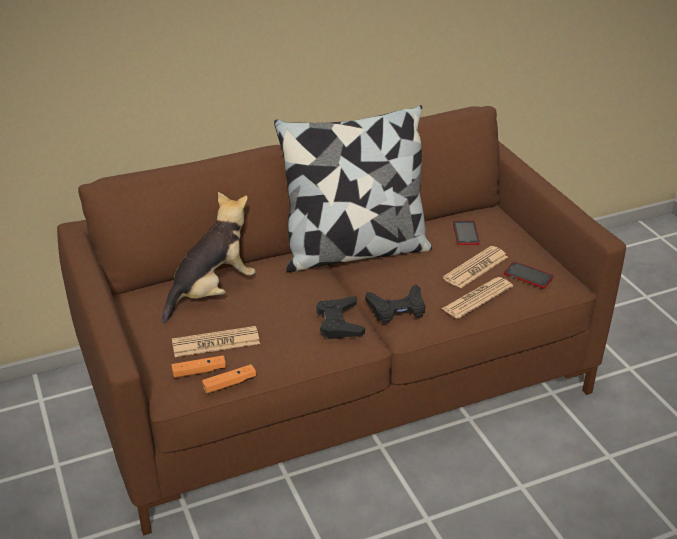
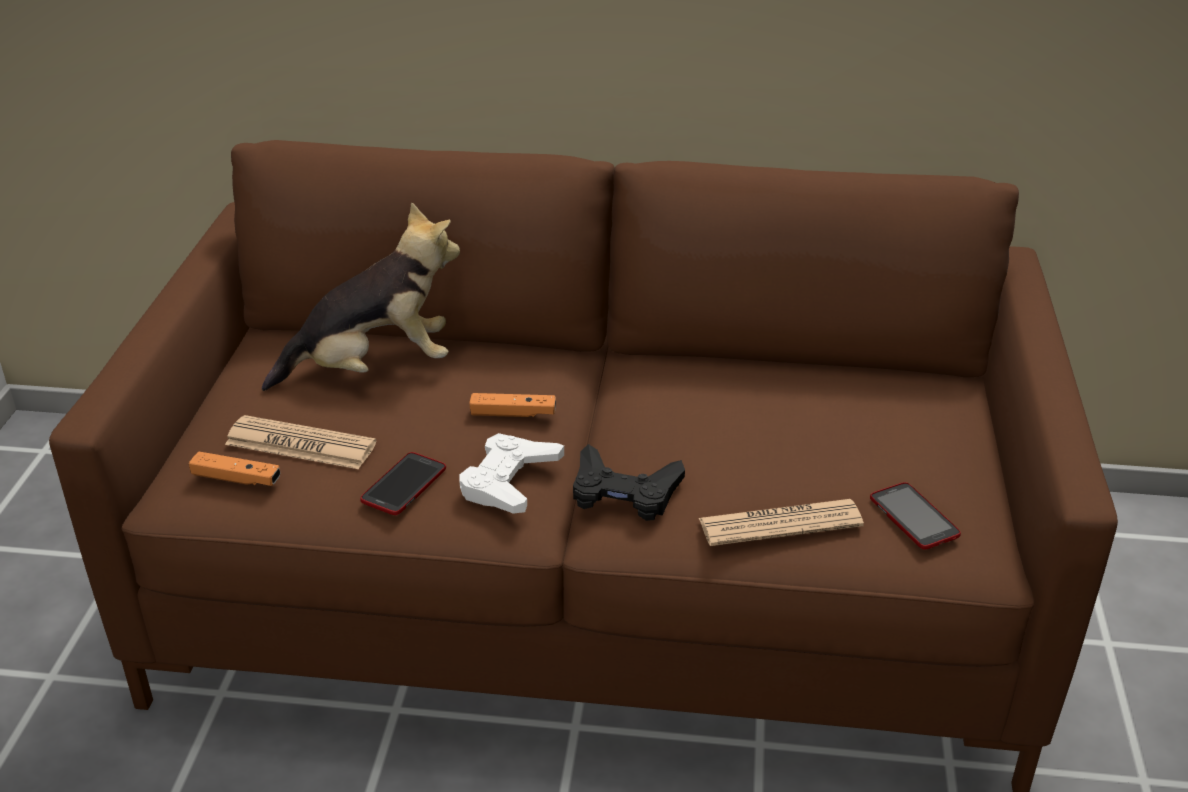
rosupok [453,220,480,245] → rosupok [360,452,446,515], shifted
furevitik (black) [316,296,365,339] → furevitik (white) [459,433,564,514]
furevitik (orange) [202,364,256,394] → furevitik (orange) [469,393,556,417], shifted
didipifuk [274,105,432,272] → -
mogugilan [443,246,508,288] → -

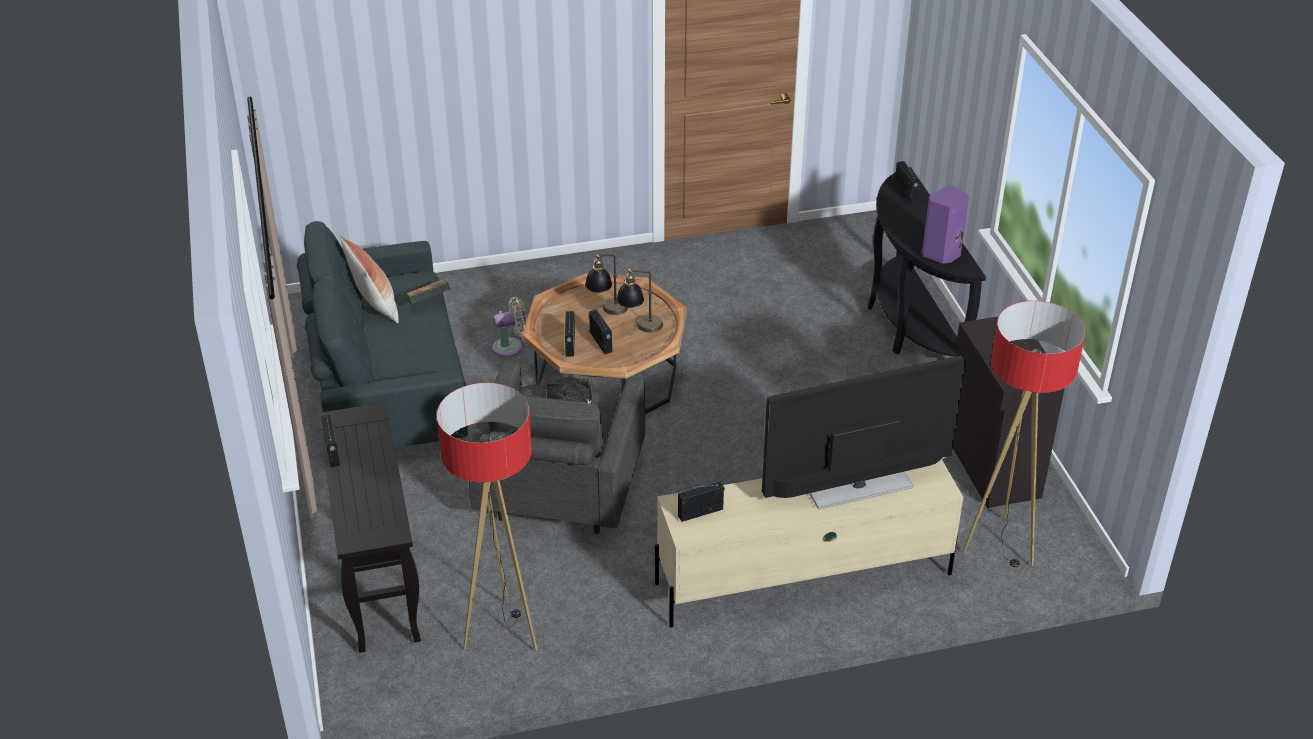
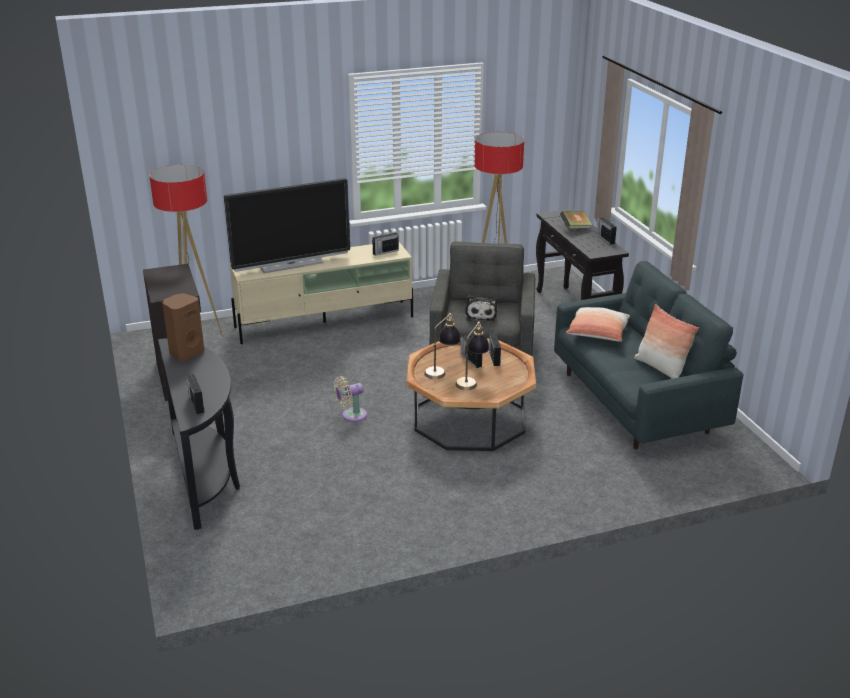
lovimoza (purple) [922,185,969,264] → lovimoza (brown) [162,293,204,361]
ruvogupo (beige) [492,297,528,357] → ruvogupo (beige) [334,376,367,422], shifted
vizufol [406,279,450,304] → vizufol [560,211,592,229], shifted
- → didipifuk [566,307,630,342]

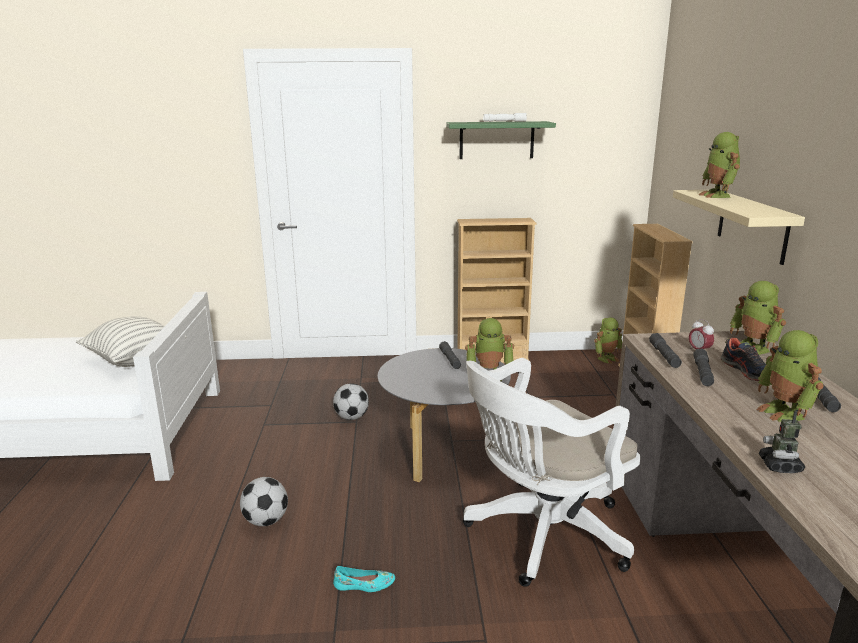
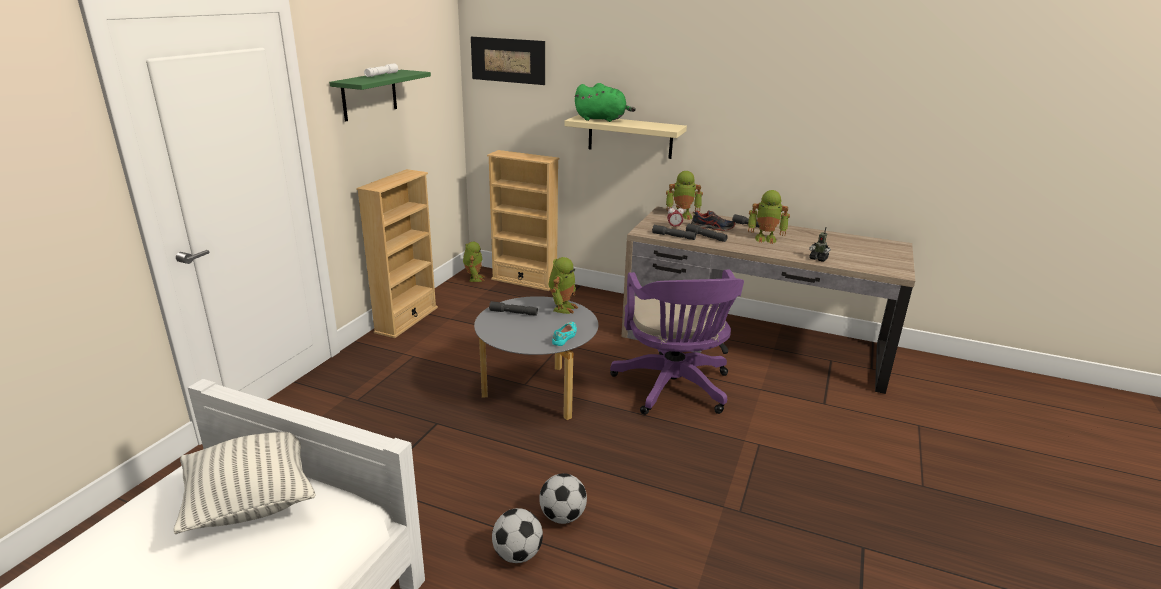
- → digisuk [471,37,545,85]
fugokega [333,383,369,420] → fugokega [492,508,543,563], shifted
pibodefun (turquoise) [333,566,395,592] → pibodefun (turquoise) [552,322,577,346], shifted
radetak [699,132,740,198] → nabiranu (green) [574,83,636,122]
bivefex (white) [463,358,640,587] → bivefex (purple) [610,270,744,415]

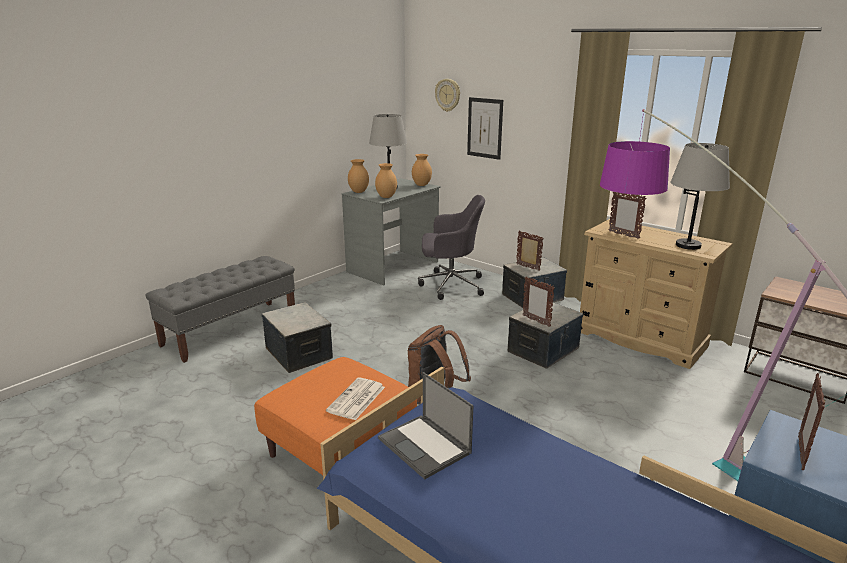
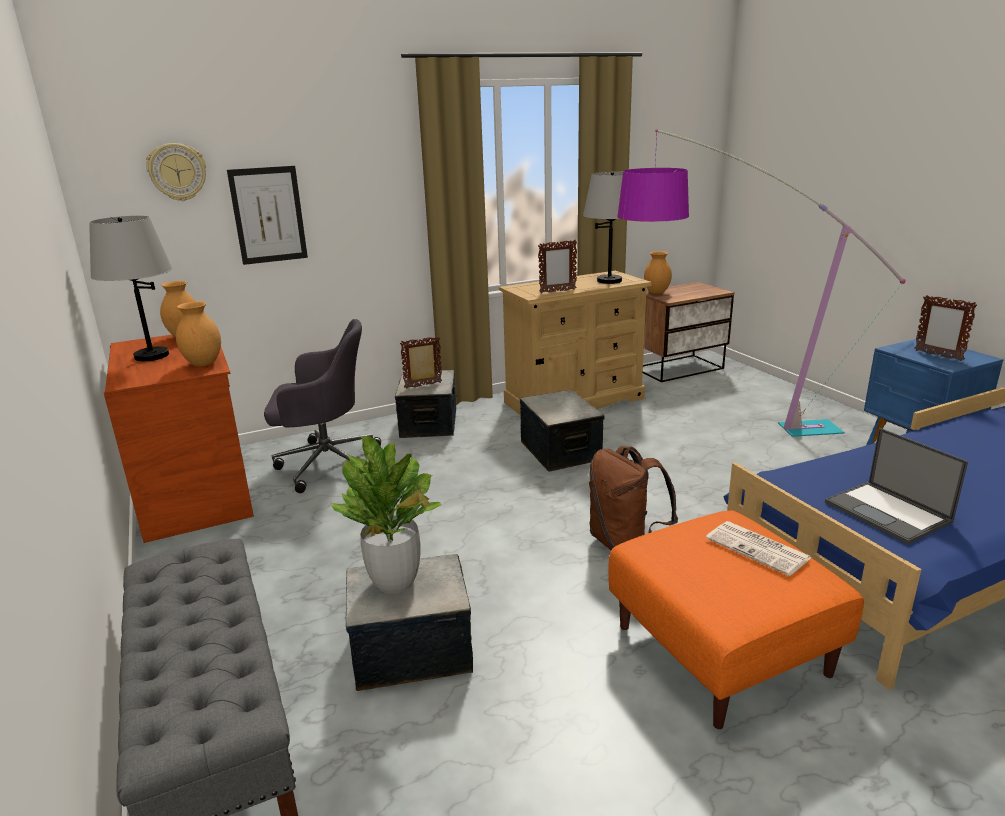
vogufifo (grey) [341,178,441,285] → vogufifo (brown) [104,335,254,543]
bivefex (grey) [418,195,485,300] → bivefex (grey) [264,319,381,493], 60 degrees clockwise
- → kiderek [331,436,442,594]
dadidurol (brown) [348,159,369,193] → dadidurol (brown) [644,251,672,294], shifted
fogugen [378,372,473,480] → fogugen [825,428,968,544], 75 degrees clockwise
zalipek [523,276,555,327] → -

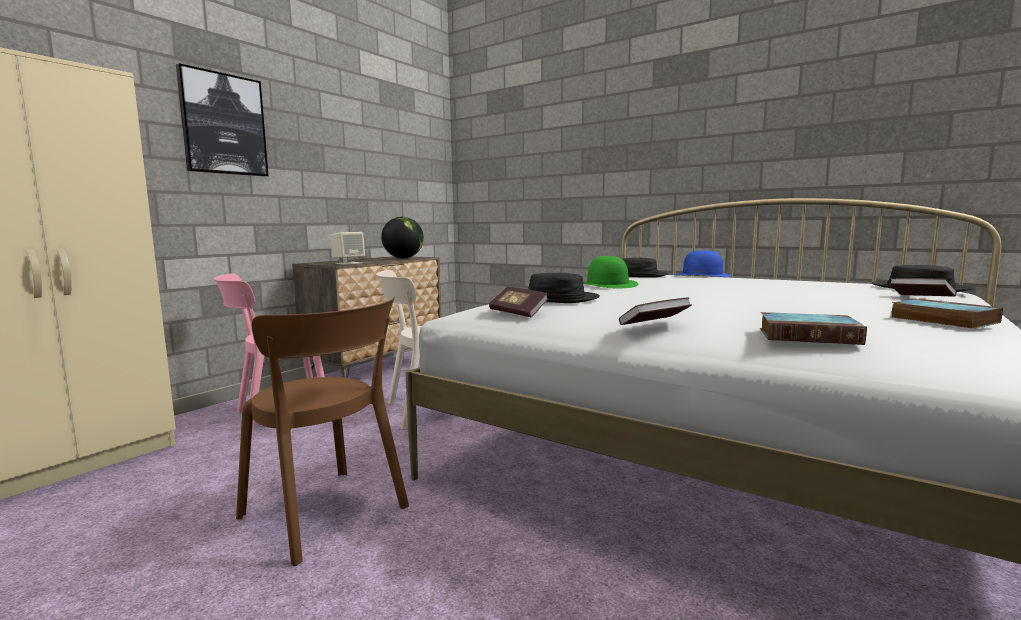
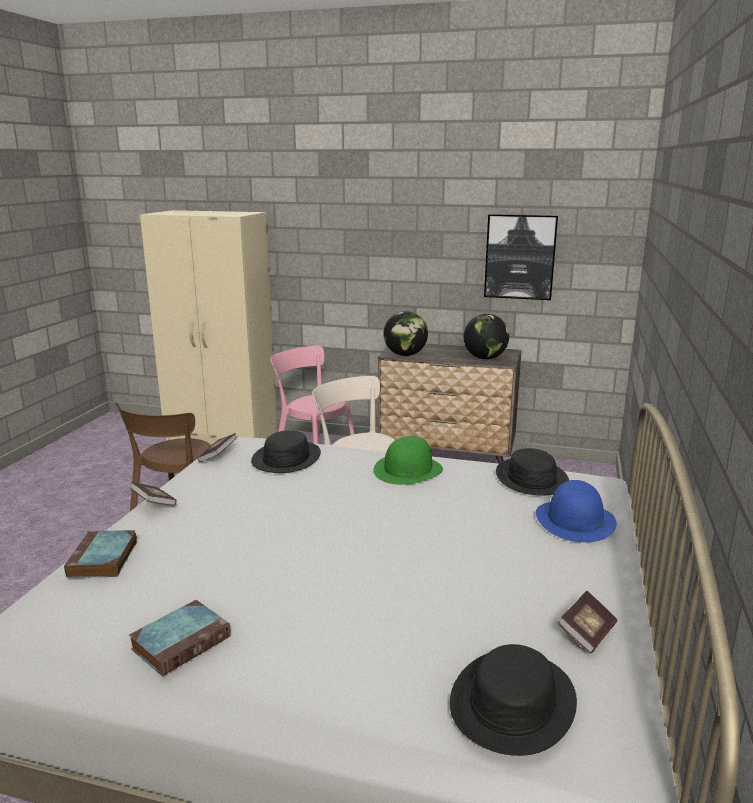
lovimoza (beige) [330,232,365,265] → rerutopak [383,311,428,356]
digisuk [176,63,268,177] → digisuk [484,214,558,300], shifted
vizufol [890,278,957,297] → vizufol [558,590,617,654], shifted

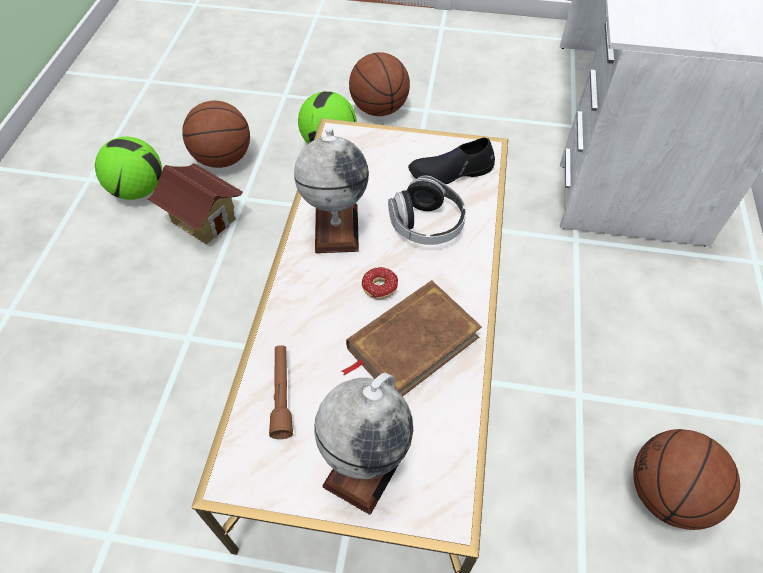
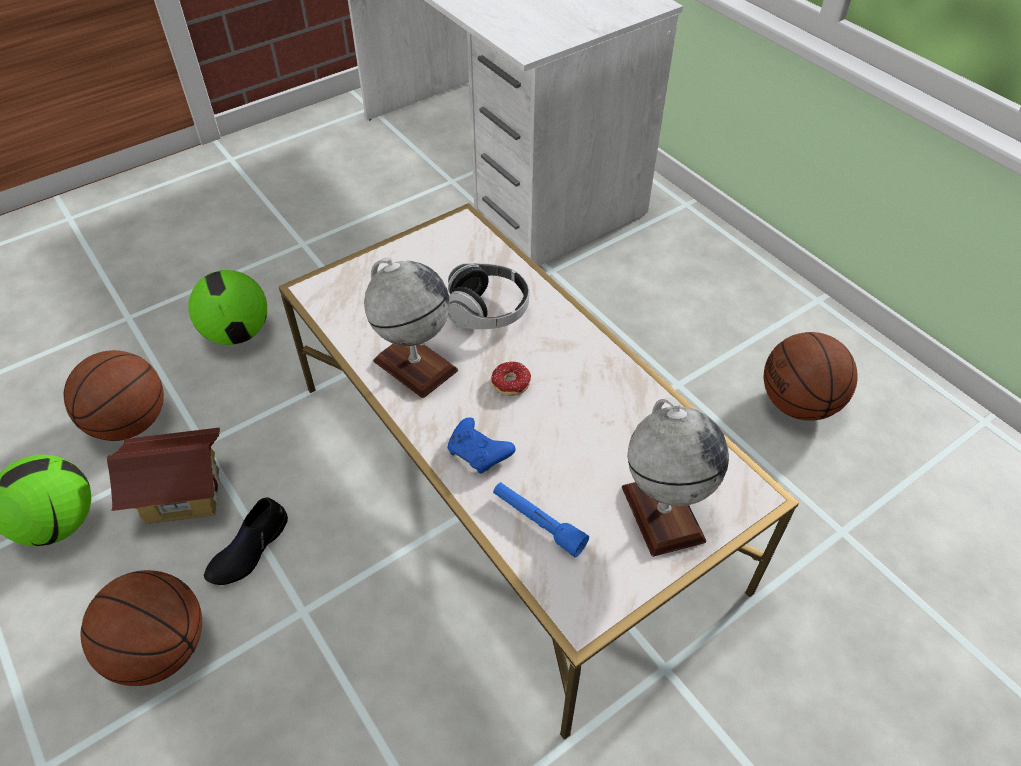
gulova [349,52,410,116] → gulova [81,570,202,686], shifted
pibodefun (black) [408,138,495,184] → pibodefun (black) [204,497,288,585], shifted
- → furevitik (blue) [448,417,516,474]
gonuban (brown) [269,345,293,439] → gonuban (blue) [493,482,589,557]
vizufol (brown) [341,280,482,397] → -

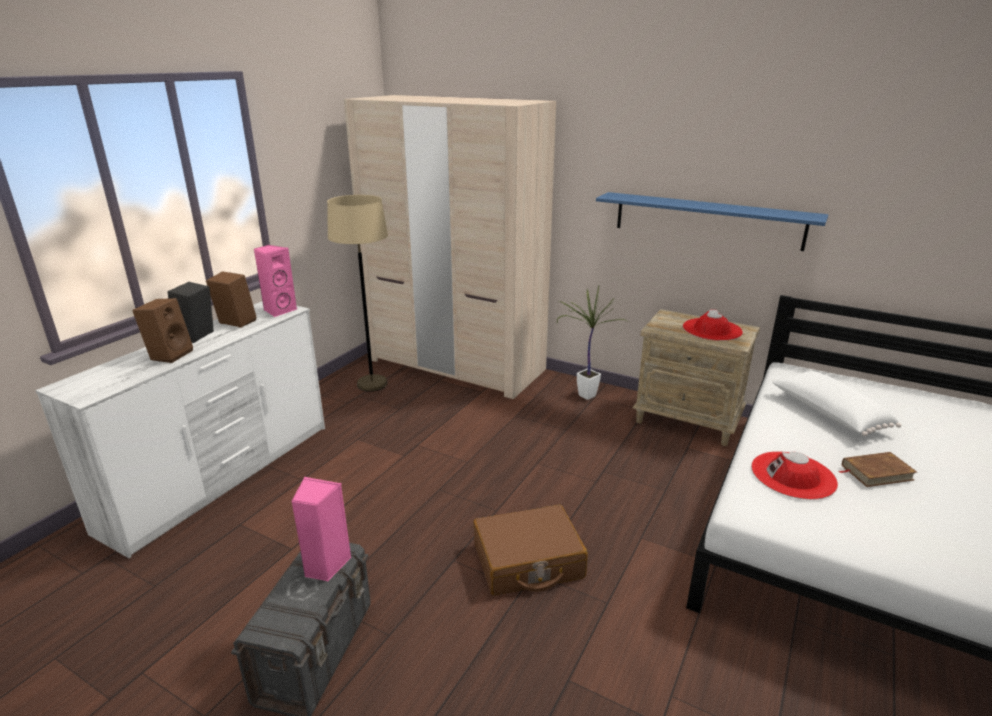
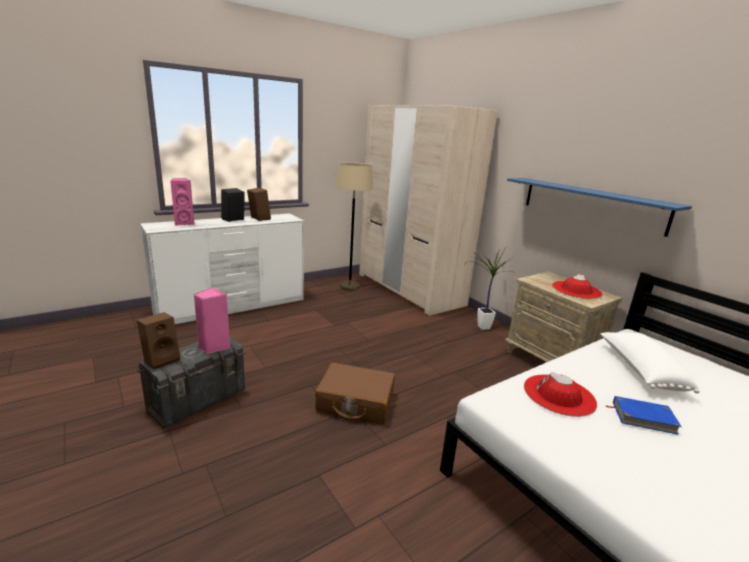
lovimoza (brown) [132,298,193,363] → lovimoza (brown) [136,312,180,369], shifted
lovimoza (pink) [254,245,297,317] → lovimoza (pink) [170,178,195,226], shifted
vizufol (brown) [839,452,917,487] → vizufol (blue) [605,396,682,435]

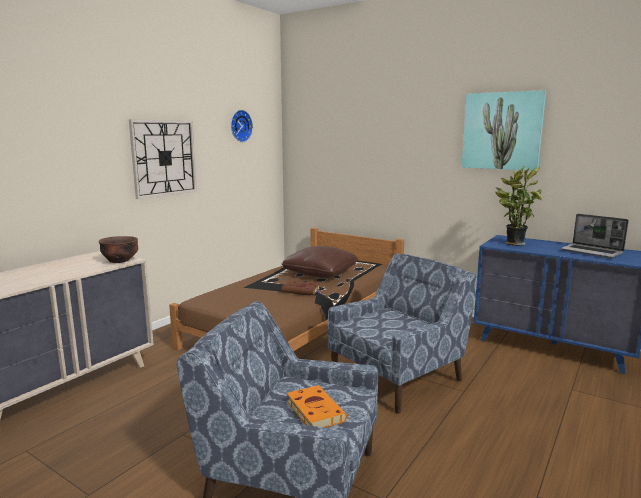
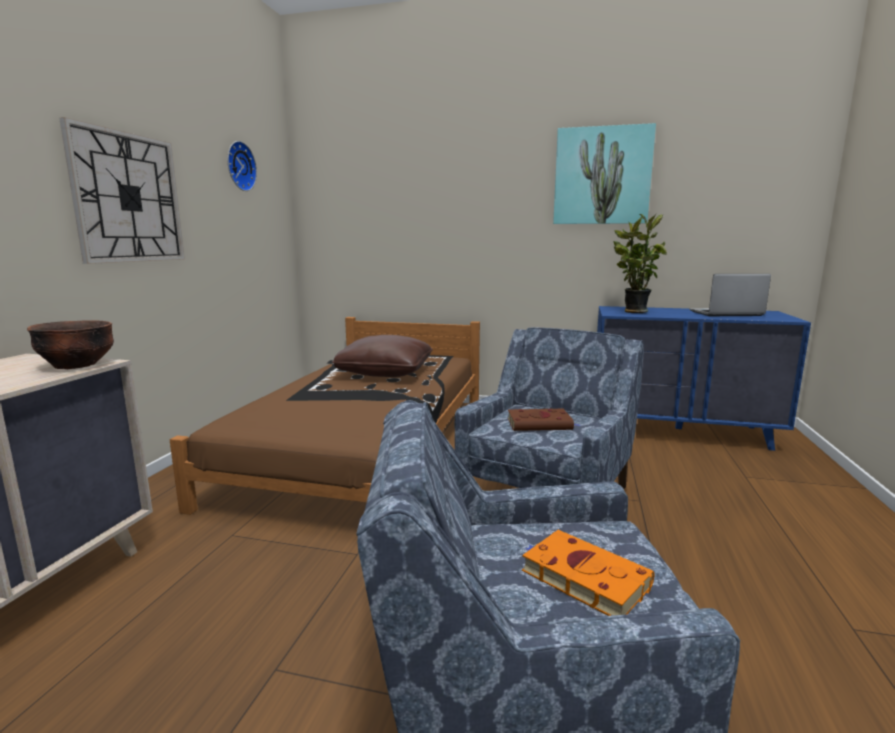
vizufol (brown) [281,281,322,295] → vizufol (brown) [508,409,581,431], shifted
fogugen [561,214,629,258] → fogugen [689,274,771,316], 150 degrees clockwise

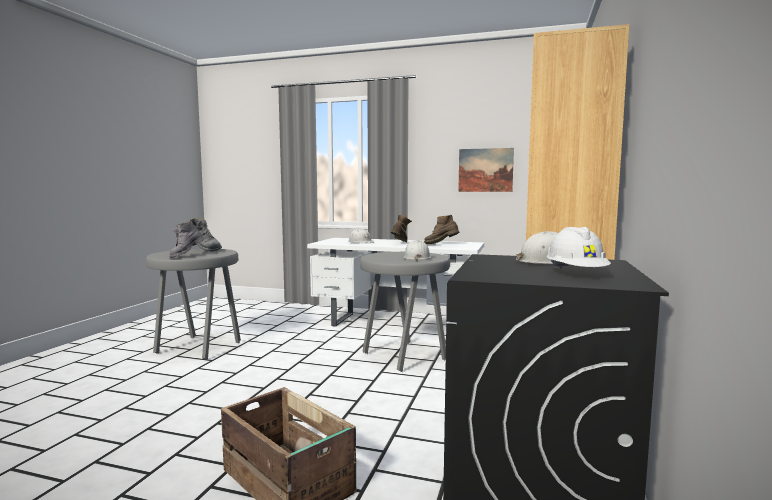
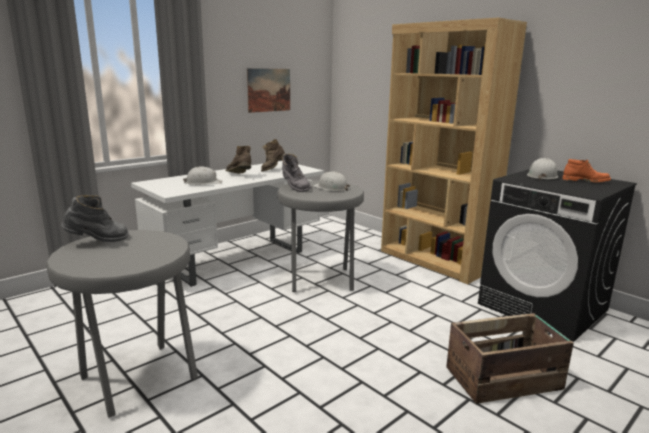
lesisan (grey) [169,220,204,258] → lesisan (grey) [282,153,311,192], shifted
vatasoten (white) [546,227,611,269] → lesisan (orange) [562,159,611,182]

